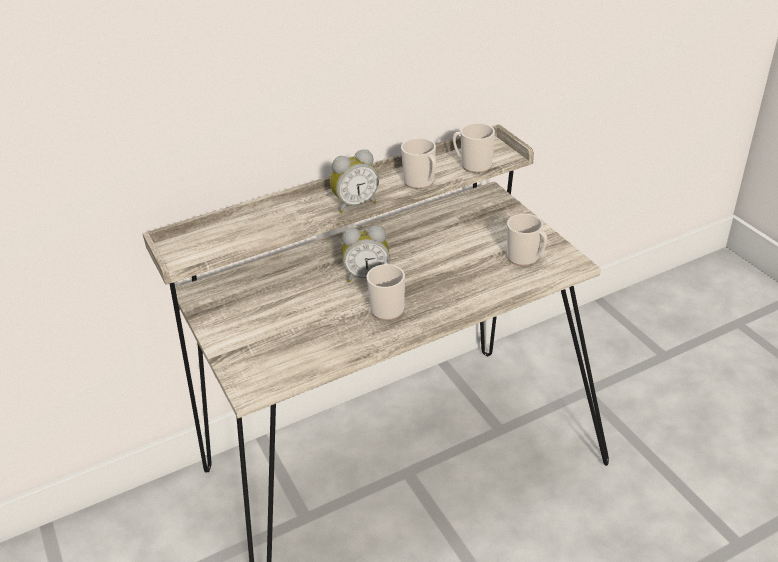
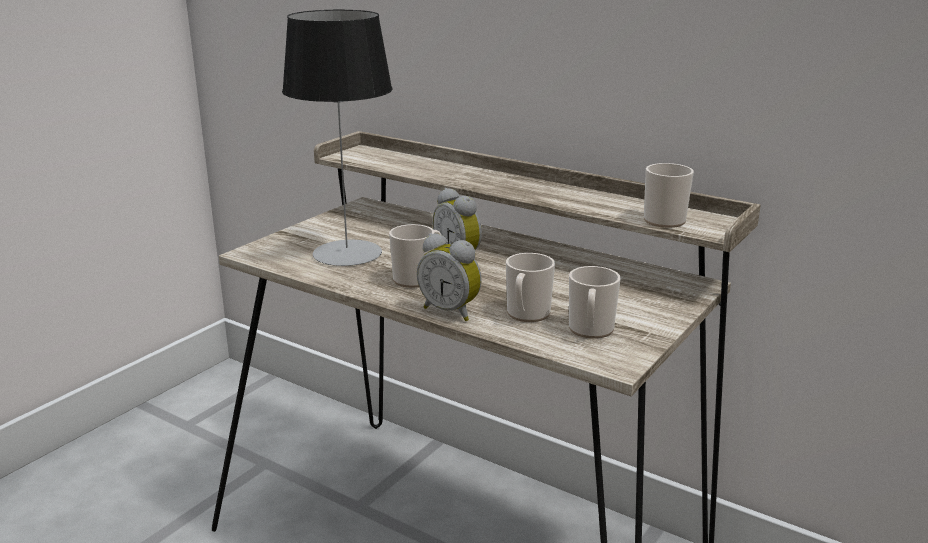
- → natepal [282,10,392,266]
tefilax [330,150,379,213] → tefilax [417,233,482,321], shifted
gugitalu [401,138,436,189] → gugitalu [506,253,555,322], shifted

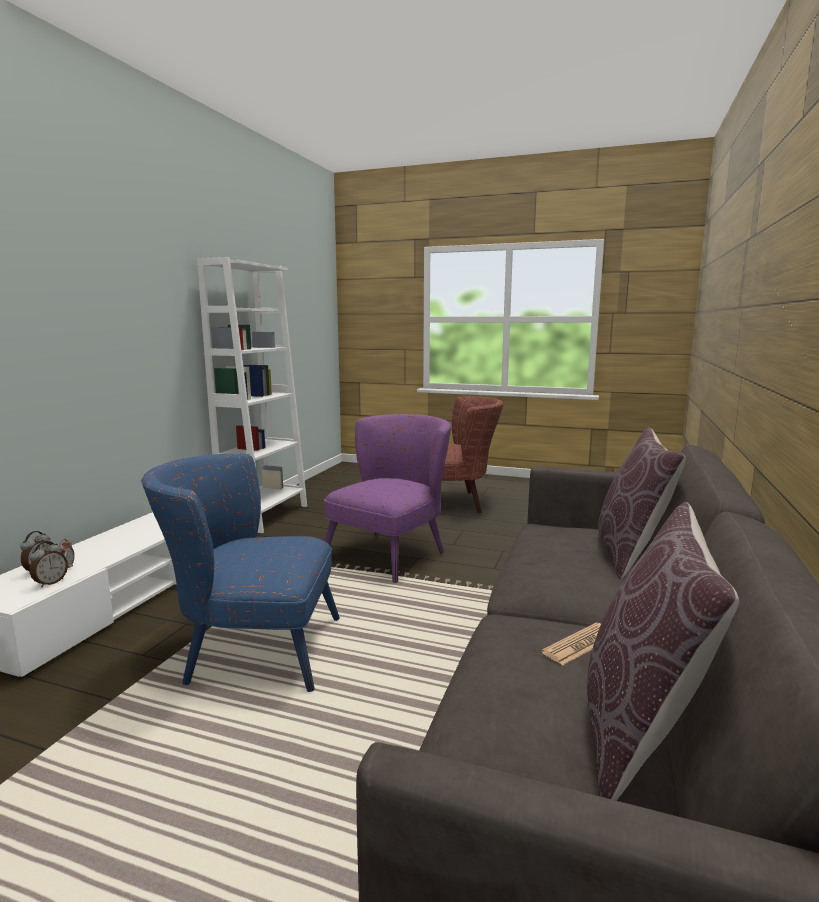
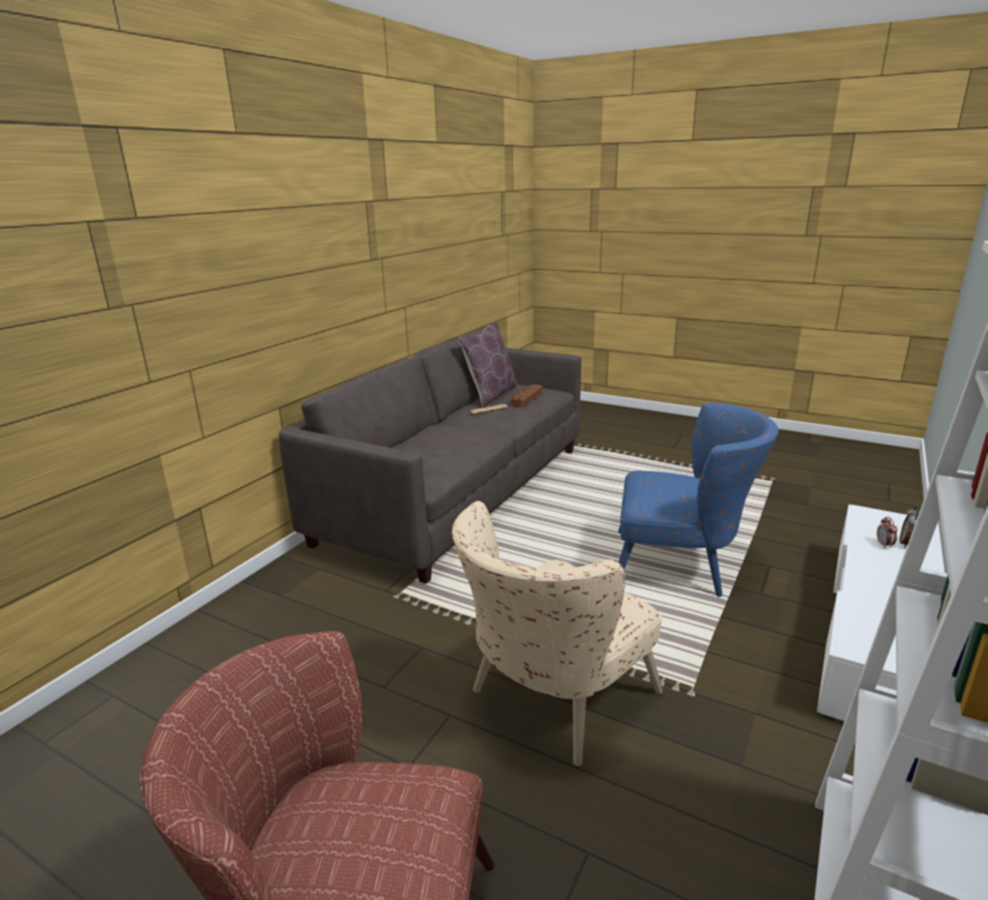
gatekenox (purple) [324,414,451,583] → gatekenox (beige) [452,501,663,766]
- → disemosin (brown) [511,384,543,407]
tefilax [29,541,68,587] → -
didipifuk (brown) [598,428,686,580] → -

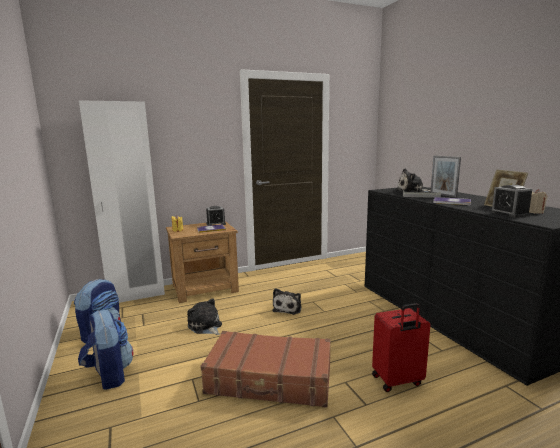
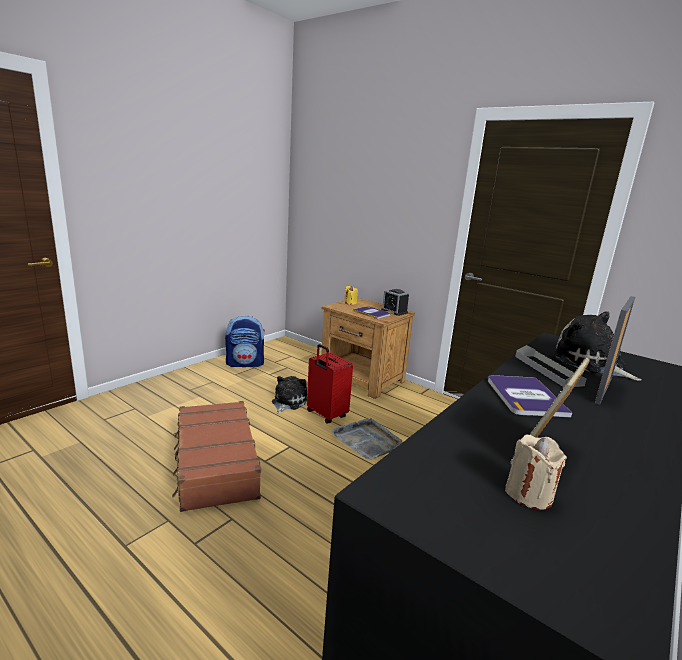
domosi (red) [372,303,430,392] → domosi (red) [307,344,353,423], shifted
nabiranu [272,288,302,315] → disemosin (grey) [331,418,403,460]
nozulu [78,310,133,390] → -
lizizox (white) [79,100,165,303] → -
tefilax [490,185,532,218] → -

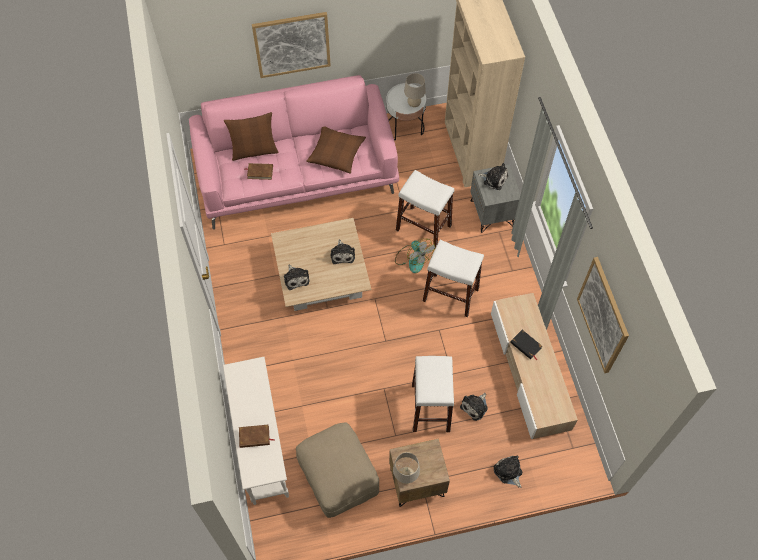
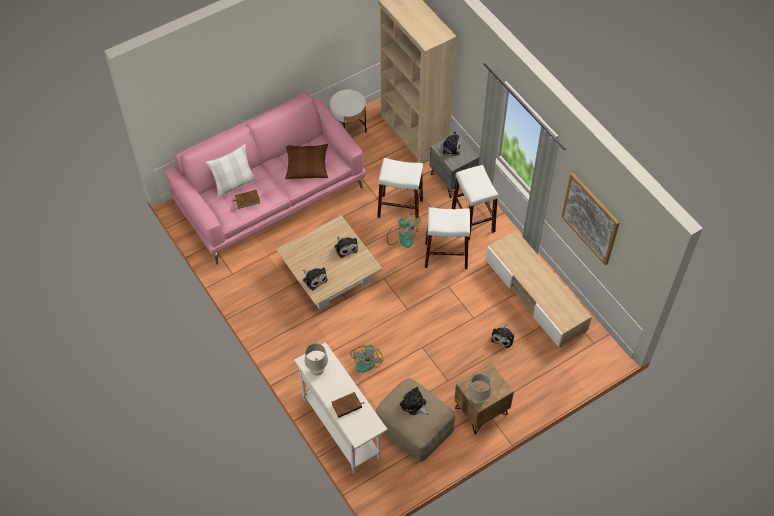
didipifuk (brown) [224,112,279,161] → didipifuk (white) [206,144,256,197]
natepal (beige) [404,73,426,107] → natepal (beige) [305,343,328,375], shifted
- → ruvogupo [350,345,383,373]
nabiranu [494,456,522,488] → nabiranu [400,386,429,415], shifted
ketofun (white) [412,356,454,432] → ketofun (white) [451,165,498,240], shifted
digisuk [252,12,331,78] → -
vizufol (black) [510,330,542,360] → -

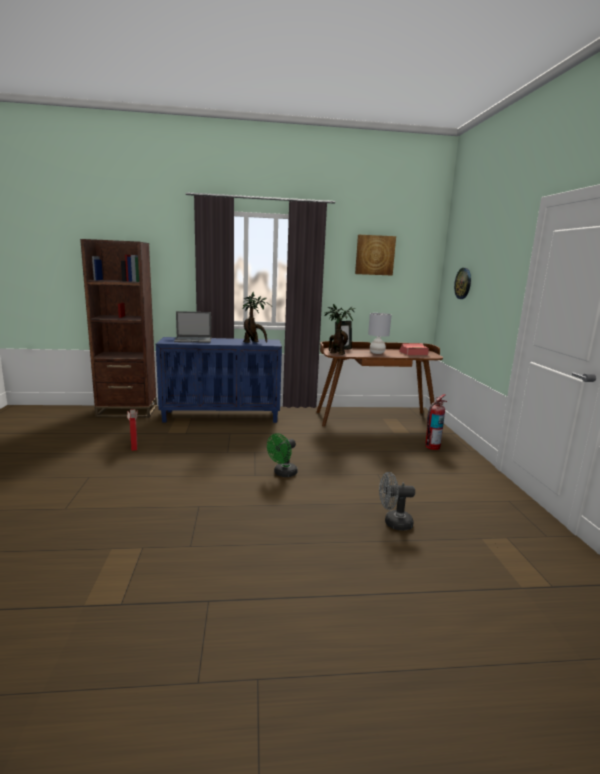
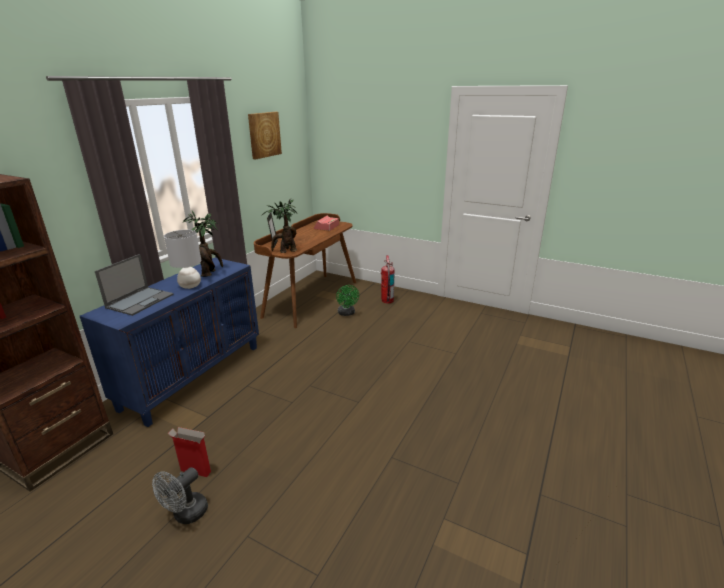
ruvogupo (grey) [379,472,415,530] → ruvogupo (grey) [152,467,208,524], shifted
natepal (grey) [368,313,391,354] → natepal (grey) [164,230,201,289], shifted
ruvogupo (green) [267,433,298,477] → ruvogupo (green) [336,285,359,316], shifted
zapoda [454,268,471,299] → -

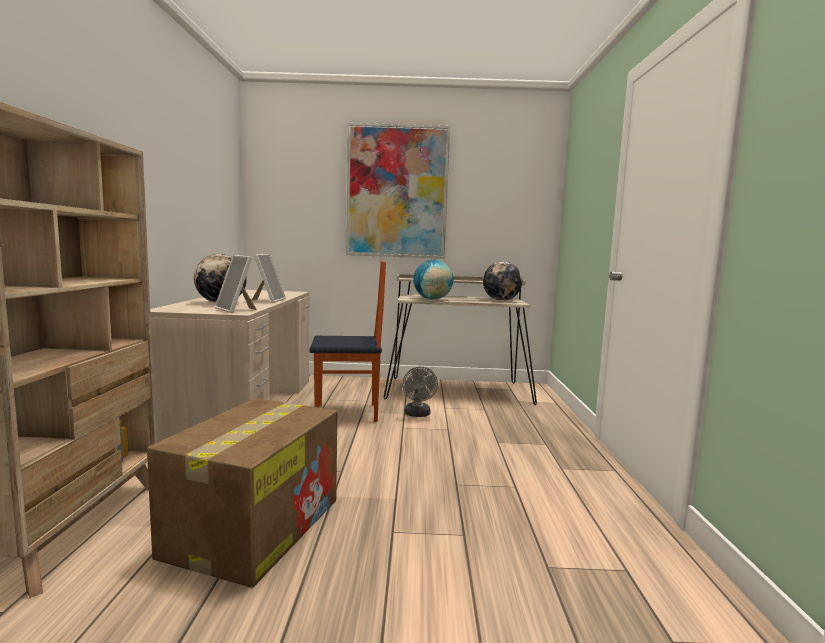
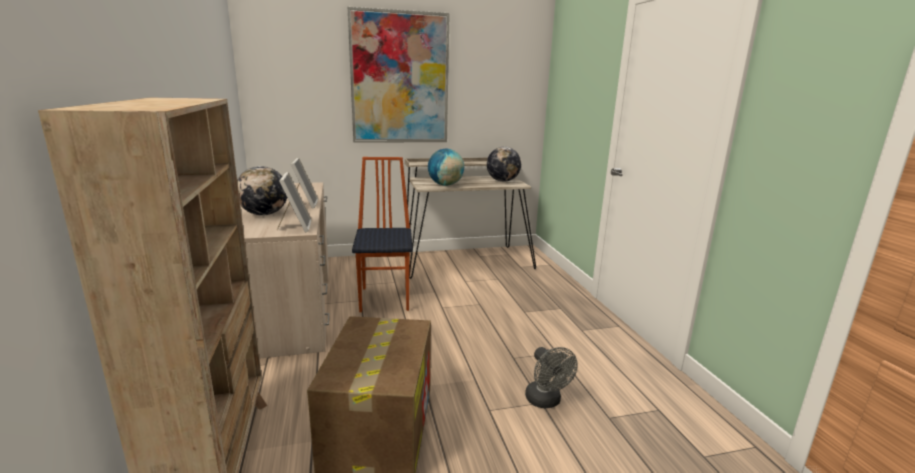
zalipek [215,255,257,313] → zalipek [277,172,312,232], 135 degrees counterclockwise
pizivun [309,261,386,422] → pizivun [352,157,413,312], 75 degrees counterclockwise
ruvogupo (grey) [402,366,438,417] → ruvogupo (grey) [525,347,577,409], shifted

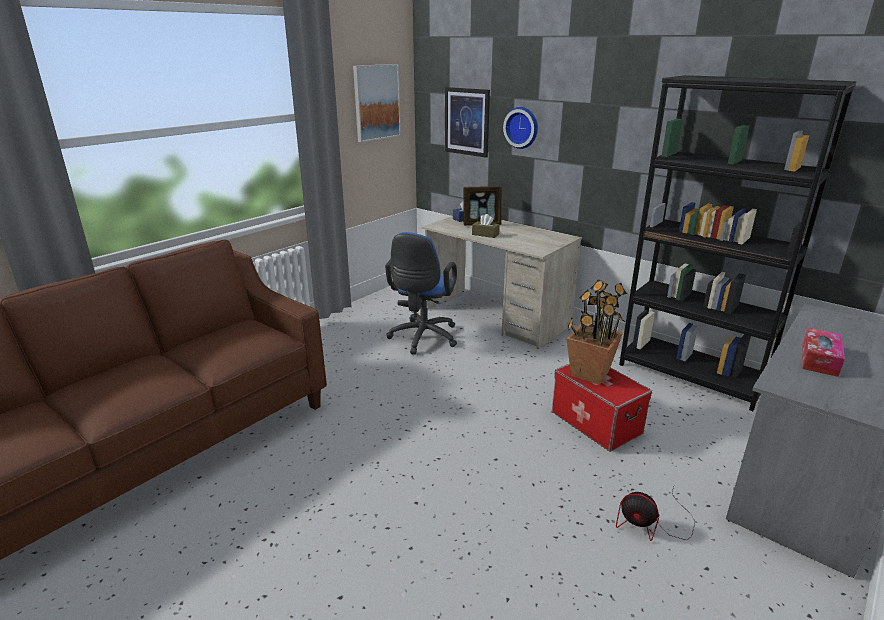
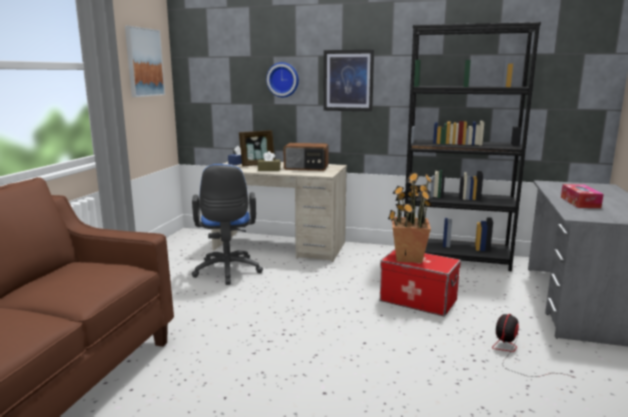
- → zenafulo [284,143,329,171]
digisuk [445,87,490,157] → digisuk [323,50,374,112], shifted
ruvogupo [616,487,695,541] → ruvogupo [492,314,574,377], 120 degrees clockwise

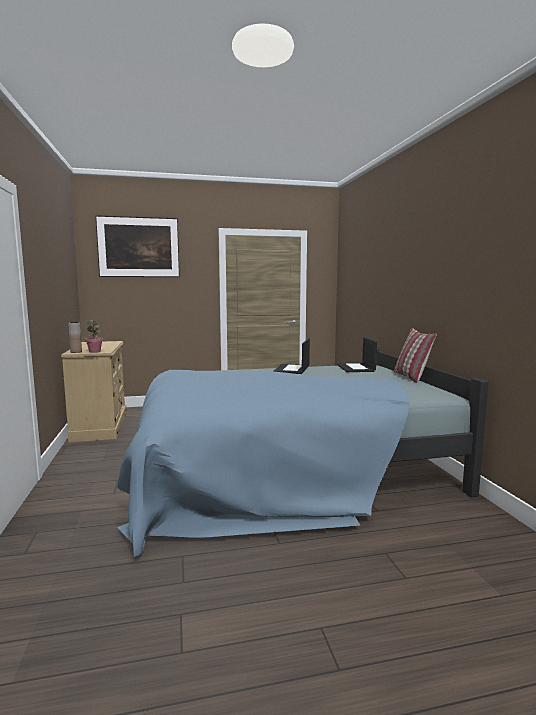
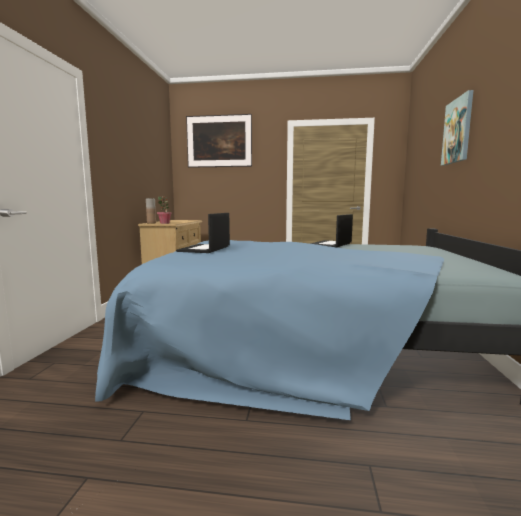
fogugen [337,337,377,372] → fogugen [176,213,230,253], shifted
- → digisuk [441,90,473,165]
didipifuk [394,328,437,383] → -

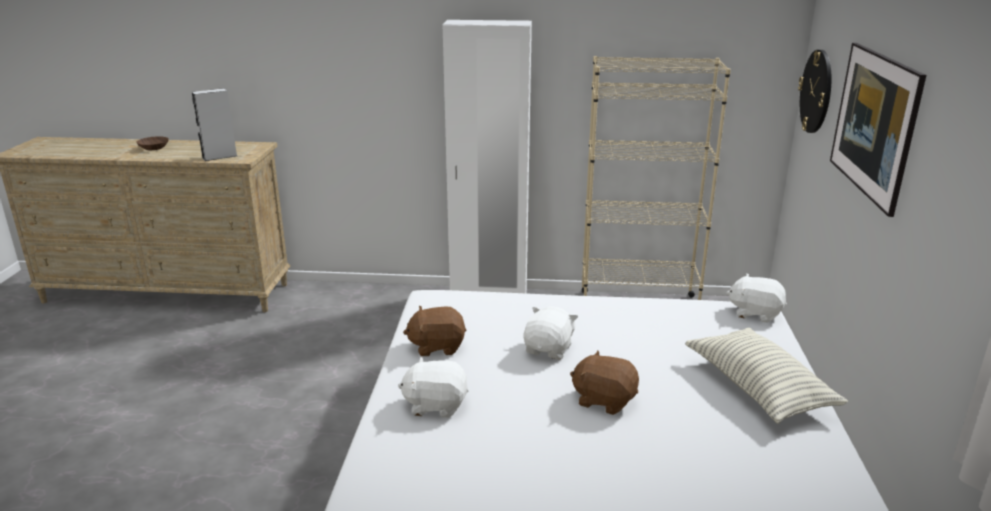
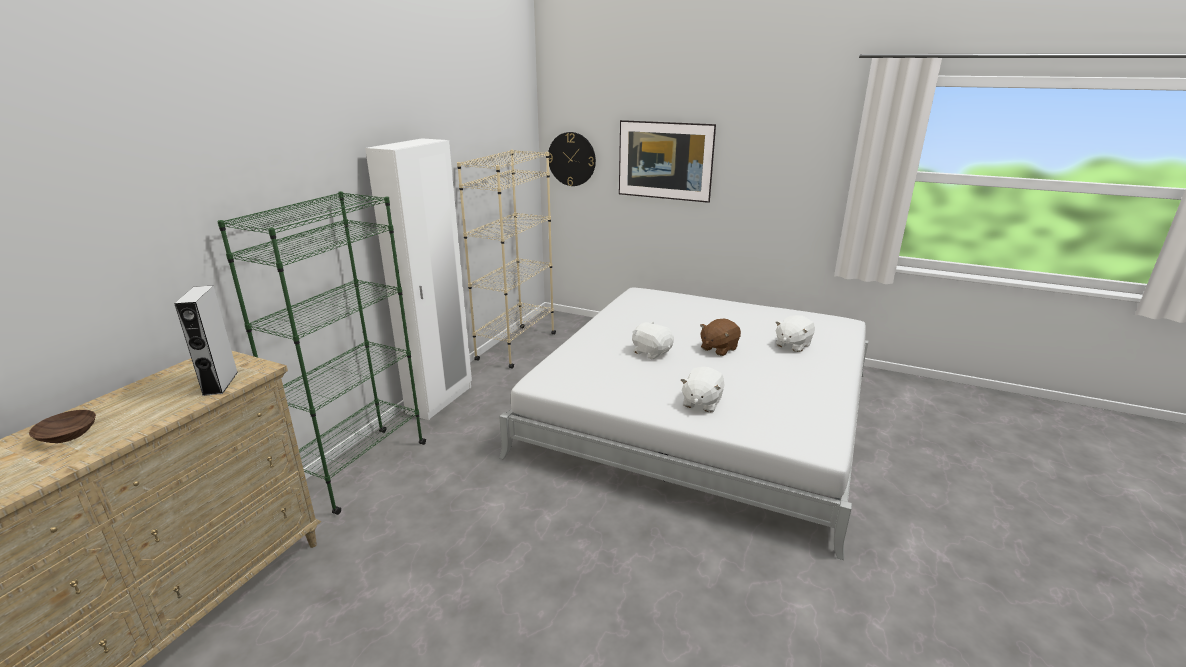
- → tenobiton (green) [218,191,426,515]
nabiranu (white) [726,273,787,323] → nabiranu (white) [775,315,815,352], shifted
nabiranu (brown) [403,306,466,356] → -
didipifuk [685,328,848,424] → -

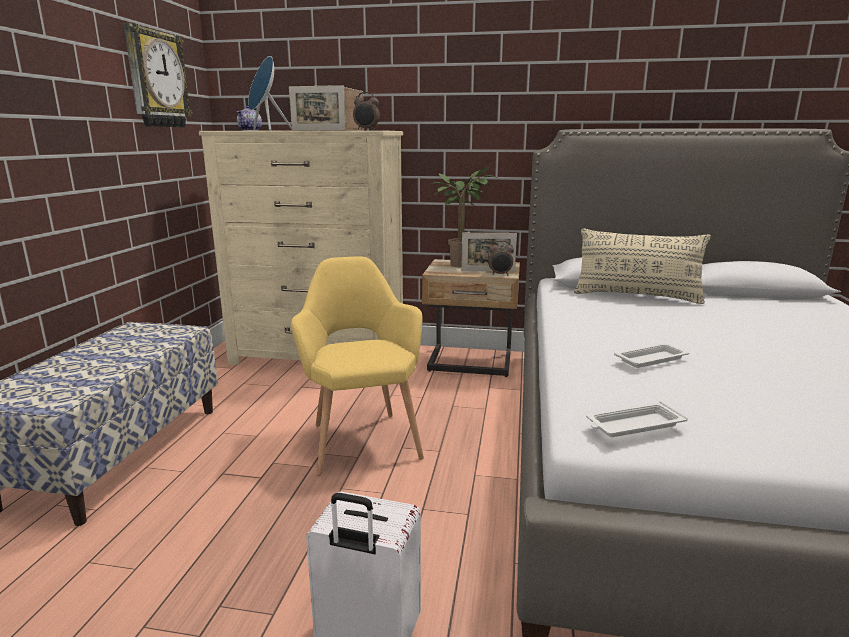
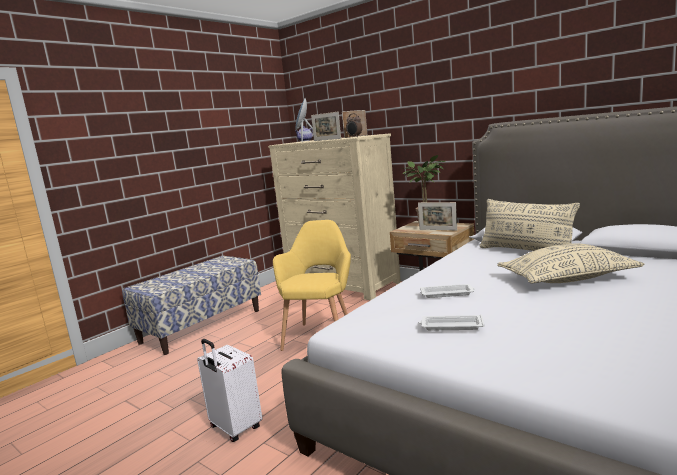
disemosin (white) [586,401,688,437] → disemosin (white) [419,314,485,330], shifted
- → didipifuk (beige) [497,244,644,283]
zapoda [124,23,192,127] → -
tefilax [488,240,514,275] → -

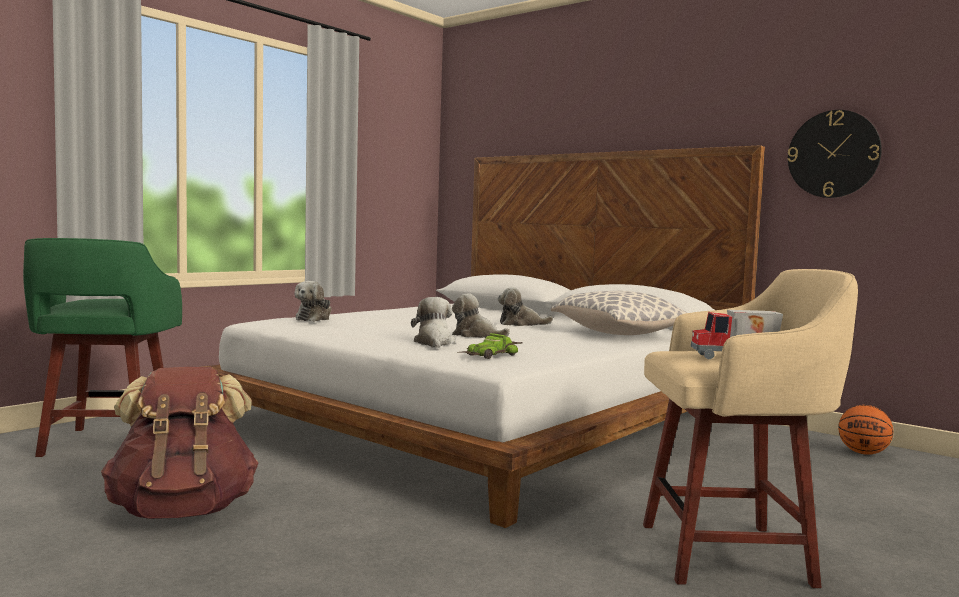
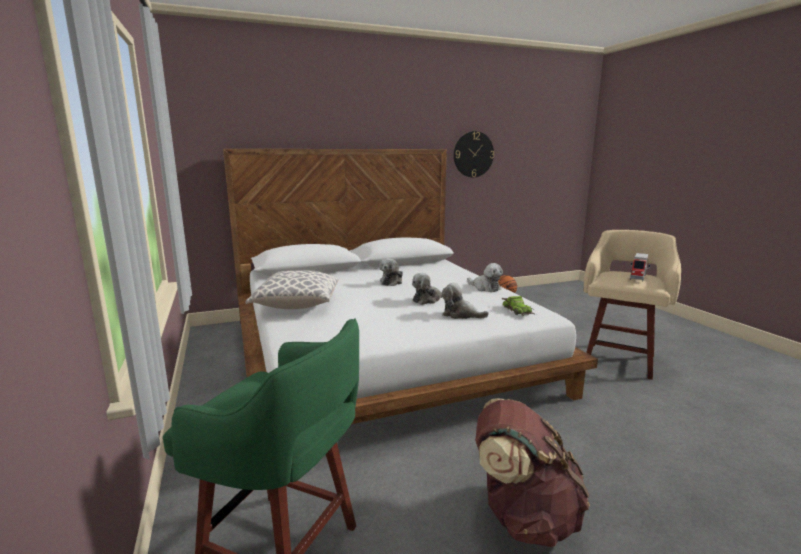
didipifuk [551,290,687,335] → didipifuk [246,271,338,309], shifted
nabiranu [295,281,331,322] → nabiranu [467,263,503,292], shifted

